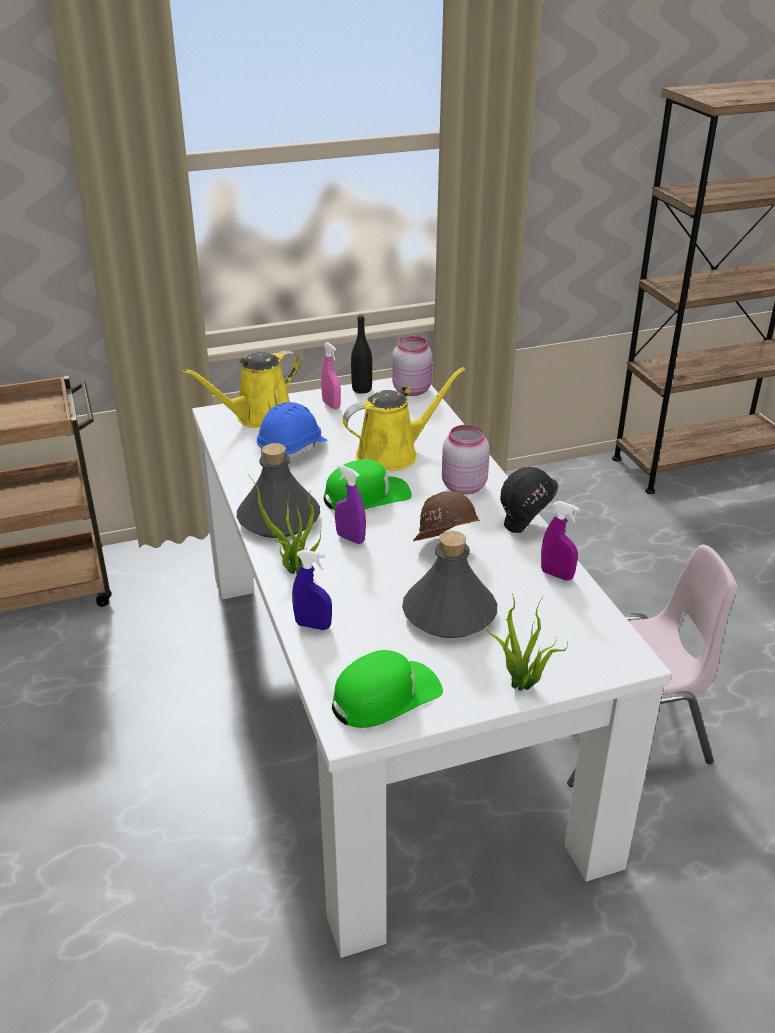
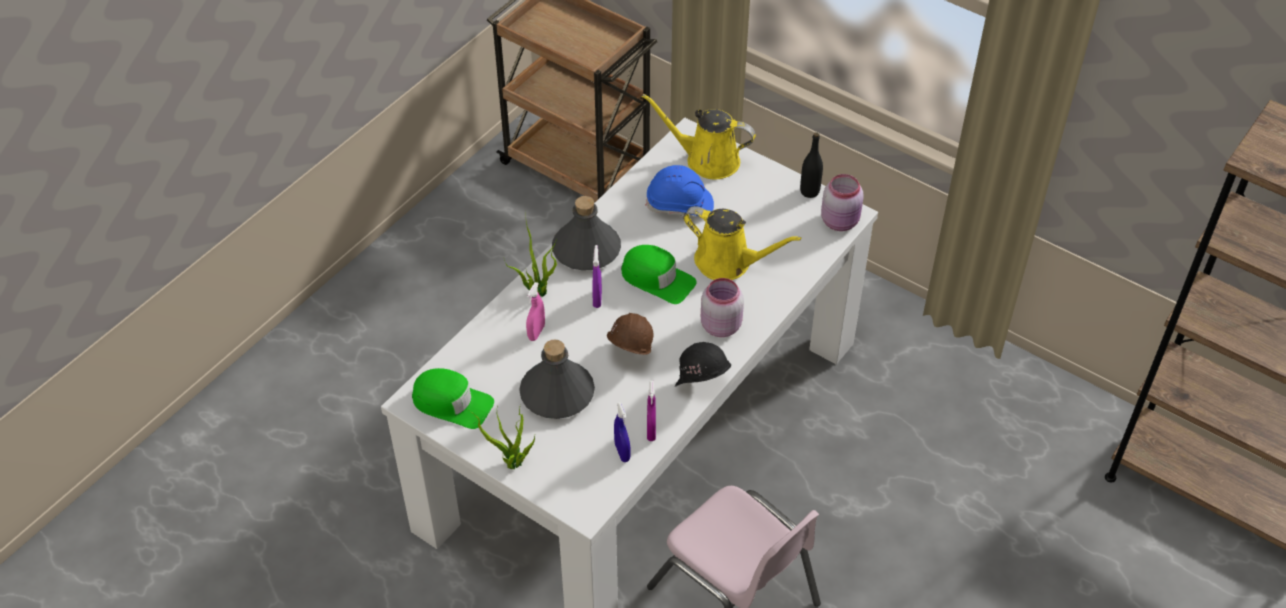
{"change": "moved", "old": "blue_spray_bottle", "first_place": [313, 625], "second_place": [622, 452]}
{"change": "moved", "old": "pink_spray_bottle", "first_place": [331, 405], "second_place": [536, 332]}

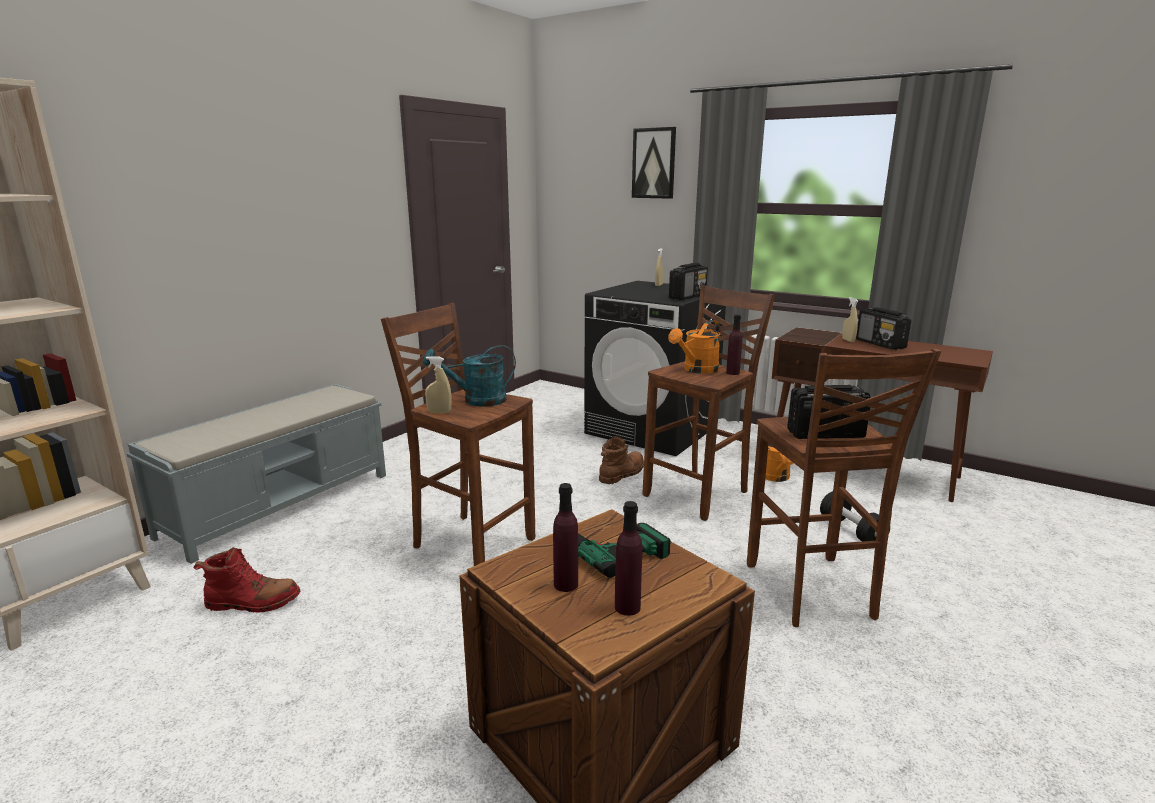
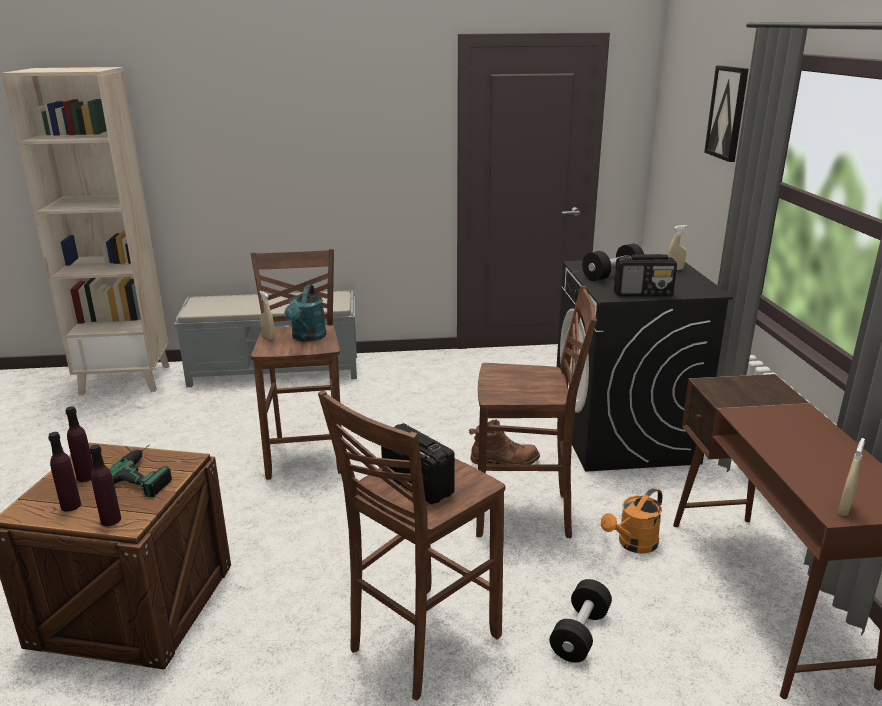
{"change": "removed", "old": "red_boot", "first_place": [253, 602]}
{"change": "removed", "old": "orange_watering_can", "first_place": [697, 370]}
{"change": "removed", "old": "radio", "first_place": [880, 344]}
{"change": "added", "new": "black_dumbbell", "second_place": [612, 275]}
{"change": "moved", "old": "purple_bottle", "first_place": [732, 373], "second_place": [111, 520]}
{"change": "moved", "old": "beige_spray_bottle", "first_place": [848, 340], "second_place": [844, 509]}
{"change": "turned", "old": "turquoise_watering_can", "first_place": [477, 401], "second_place": [307, 337], "degrees": -120}

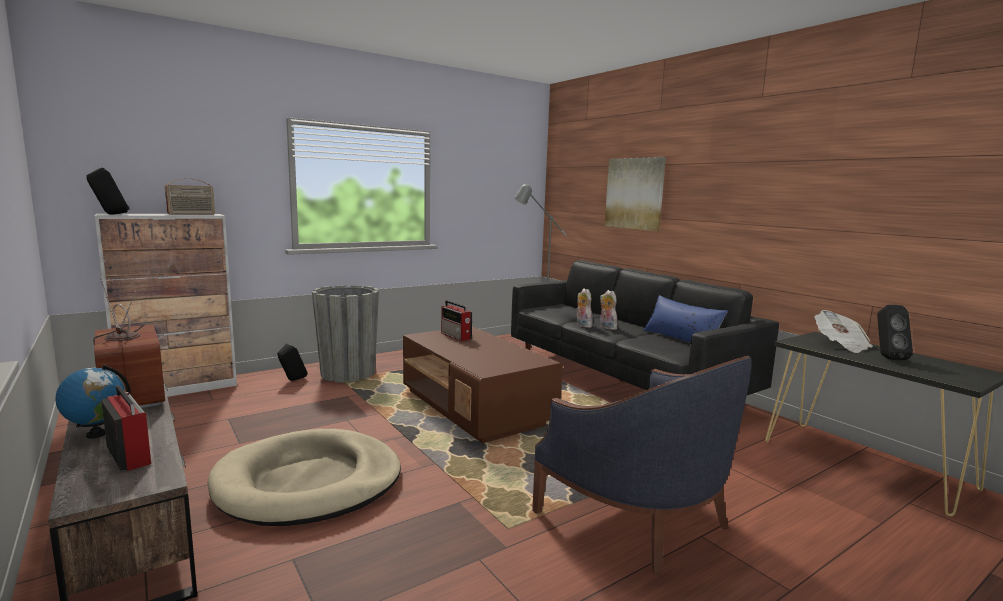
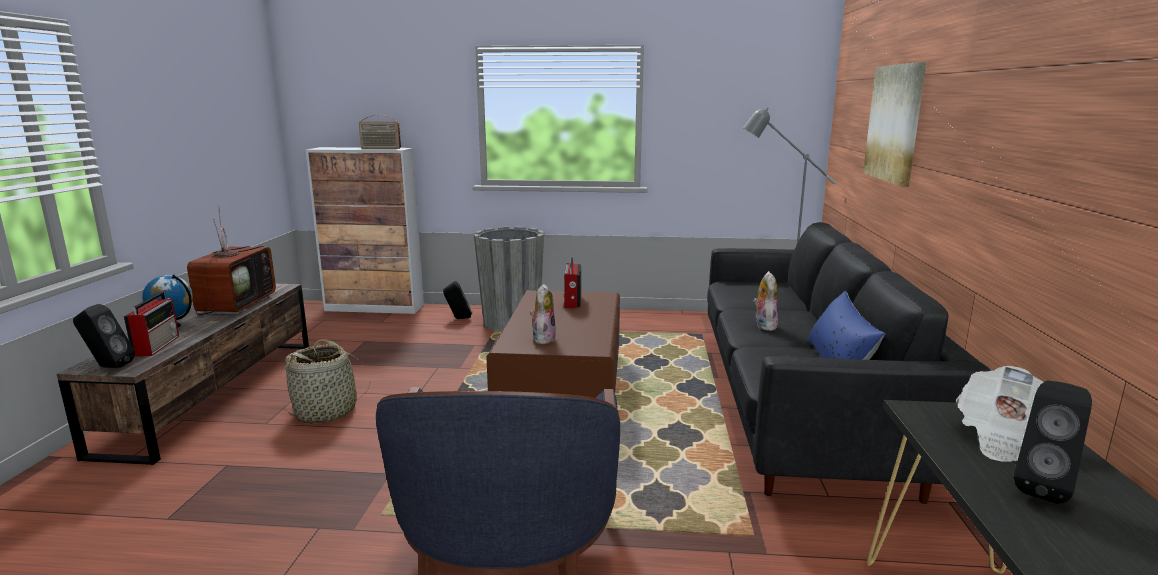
{"change": "moved", "old": "black_speaker", "first_place": [110, 214], "second_place": [108, 367]}
{"change": "moved", "old": "plush_toy", "first_place": [582, 325], "second_place": [543, 338]}
{"change": "replaced", "old": "beige_dog_bed", "new": "basket", "first_place": [309, 482], "second_place": [326, 412]}

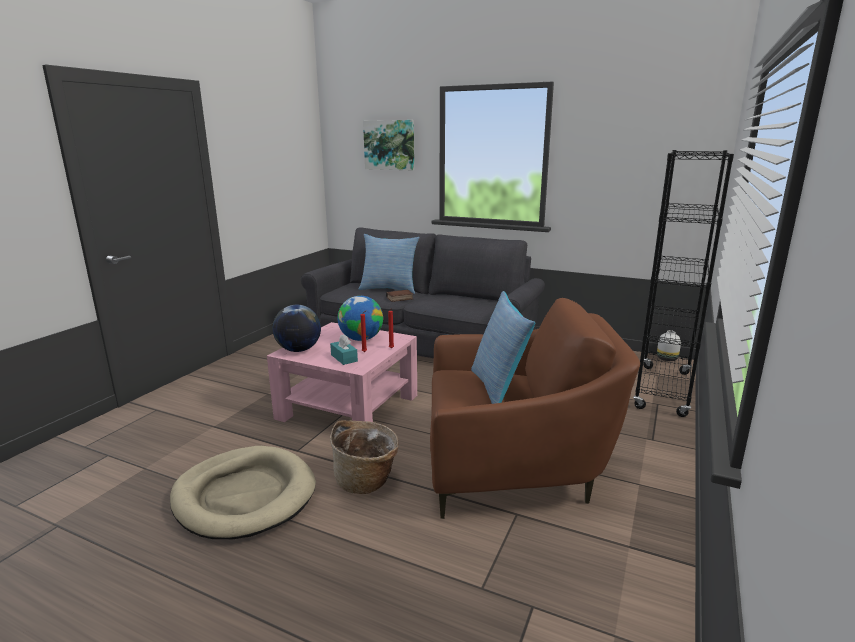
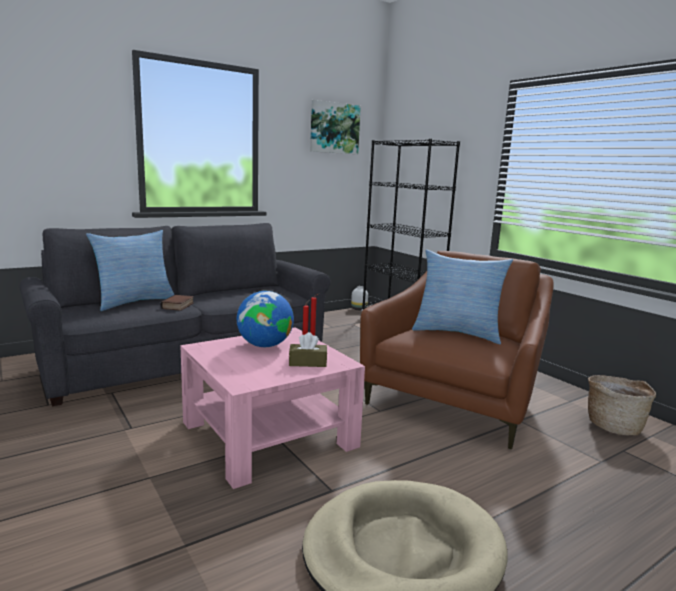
{"change": "removed", "old": "globe", "first_place": [298, 350]}
{"change": "moved", "old": "basket", "first_place": [366, 481], "second_place": [614, 426]}
{"change": "moved", "old": "picture", "first_place": [389, 145], "second_place": [334, 128]}
{"change": "recoloured", "old": "turquoise_tissue_box", "new": "brown_tissue_box", "first_place": [344, 358], "second_place": [307, 363]}

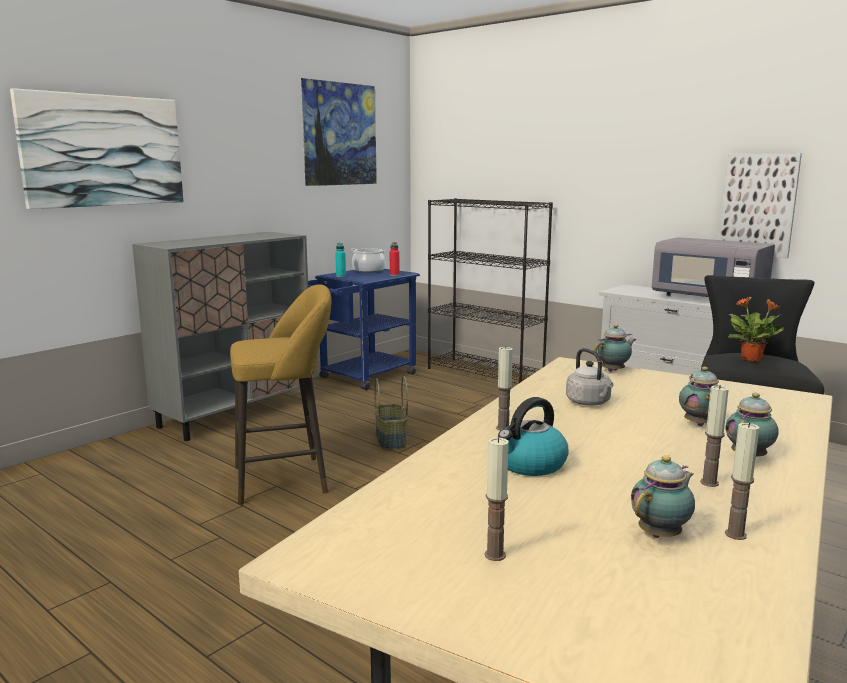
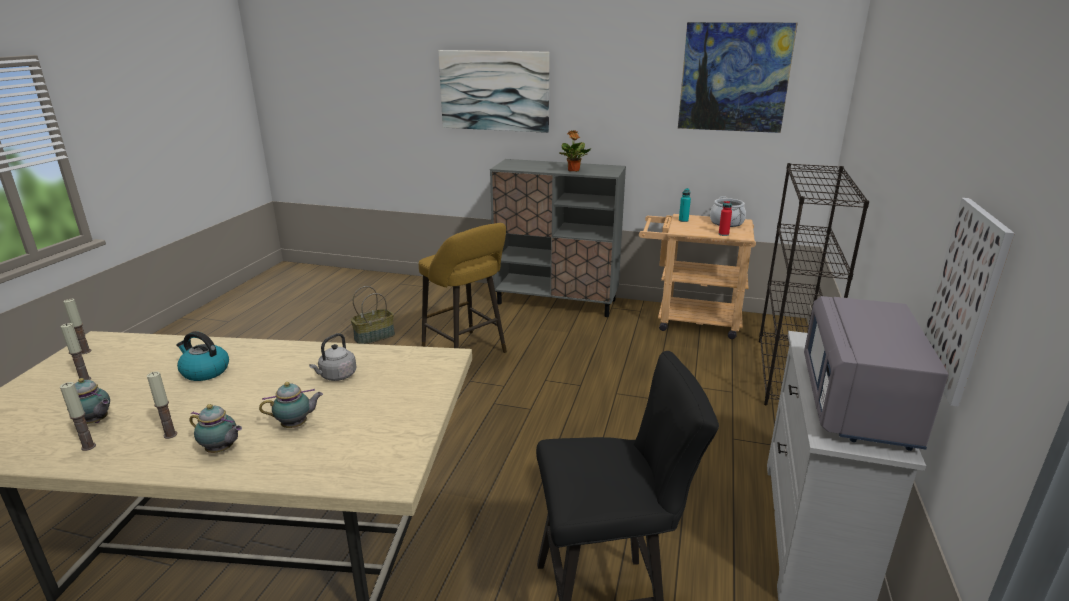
{"change": "removed", "old": "teapot", "first_place": [614, 370]}
{"change": "moved", "old": "basket", "first_place": [390, 439], "second_place": [374, 336]}
{"change": "moved", "old": "candle", "first_place": [503, 428], "second_place": [85, 351]}
{"change": "moved", "old": "potted_plant", "first_place": [752, 359], "second_place": [573, 170]}
{"change": "recoloured", "old": "blue_cart", "new": "beige_cart", "first_place": [362, 377], "second_place": [689, 320]}

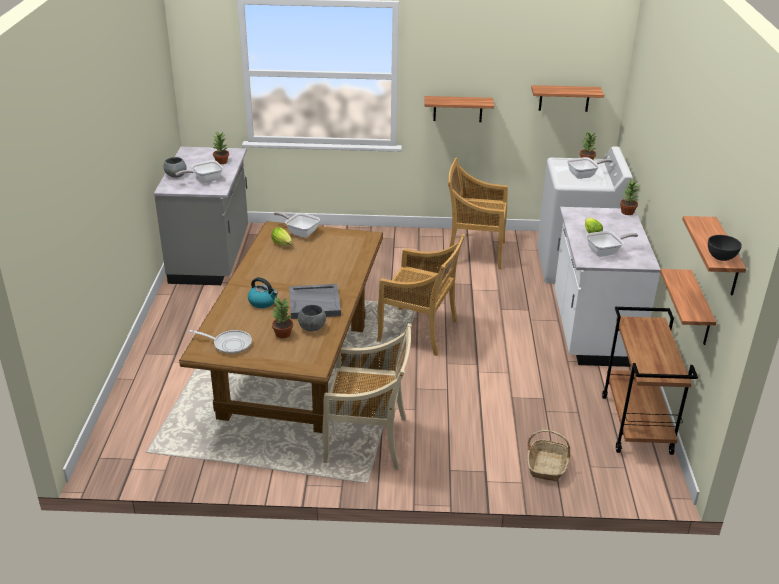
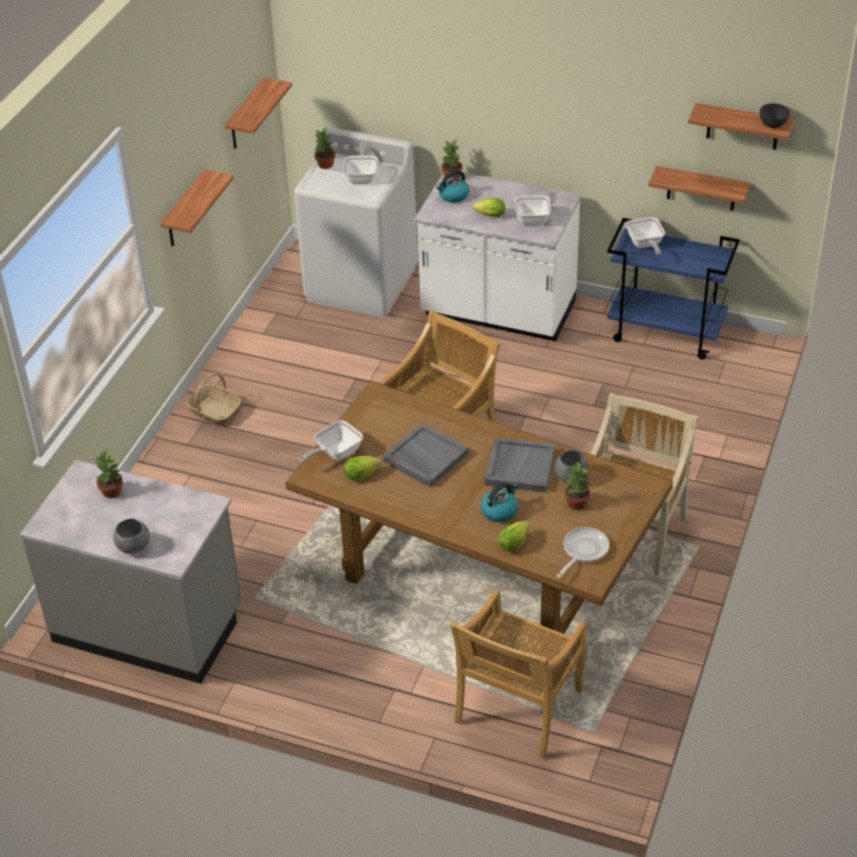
{"change": "added", "new": "grey_tray", "second_place": [425, 457]}
{"change": "added", "new": "kettle", "second_place": [453, 196]}
{"change": "added", "new": "lettuce", "second_place": [515, 542]}
{"change": "moved", "old": "frying_pan", "first_place": [205, 179], "second_place": [645, 245]}
{"change": "moved", "old": "beige_chair", "first_place": [474, 252], "second_place": [518, 709]}
{"change": "moved", "old": "basket", "first_place": [547, 465], "second_place": [214, 411]}
{"change": "recoloured", "old": "brown_cart", "new": "blue_cart", "first_place": [637, 425], "second_place": [667, 333]}

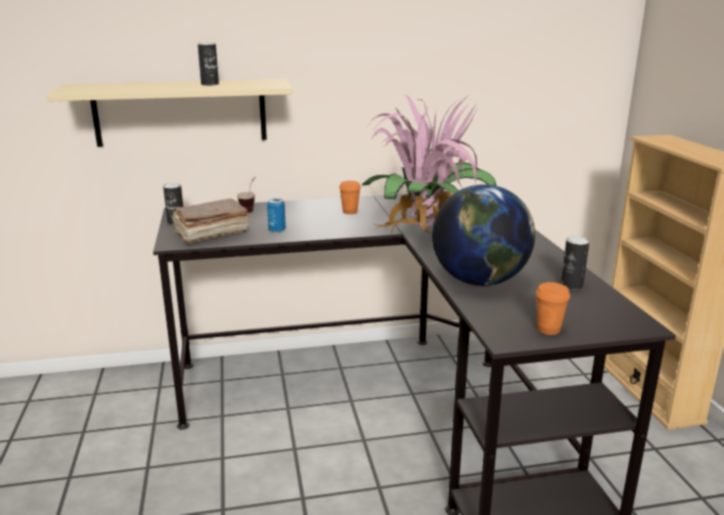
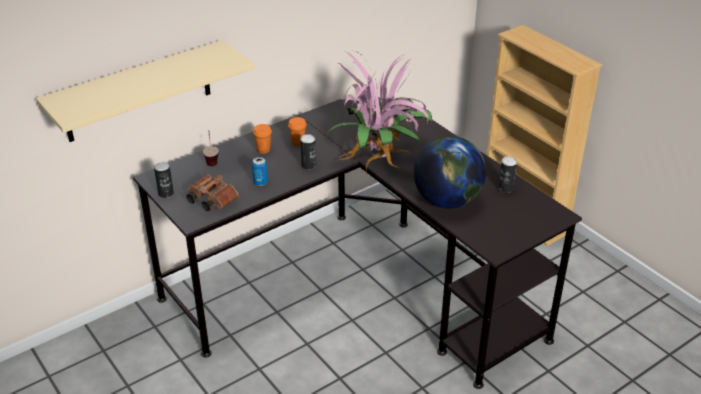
{"change": "moved", "old": "can", "first_place": [210, 84], "second_place": [308, 166]}
{"change": "moved", "old": "orange_cup", "first_place": [548, 329], "second_place": [263, 150]}
{"change": "replaced", "old": "brown_book", "new": "brown_binoculars", "first_place": [210, 233], "second_place": [210, 200]}

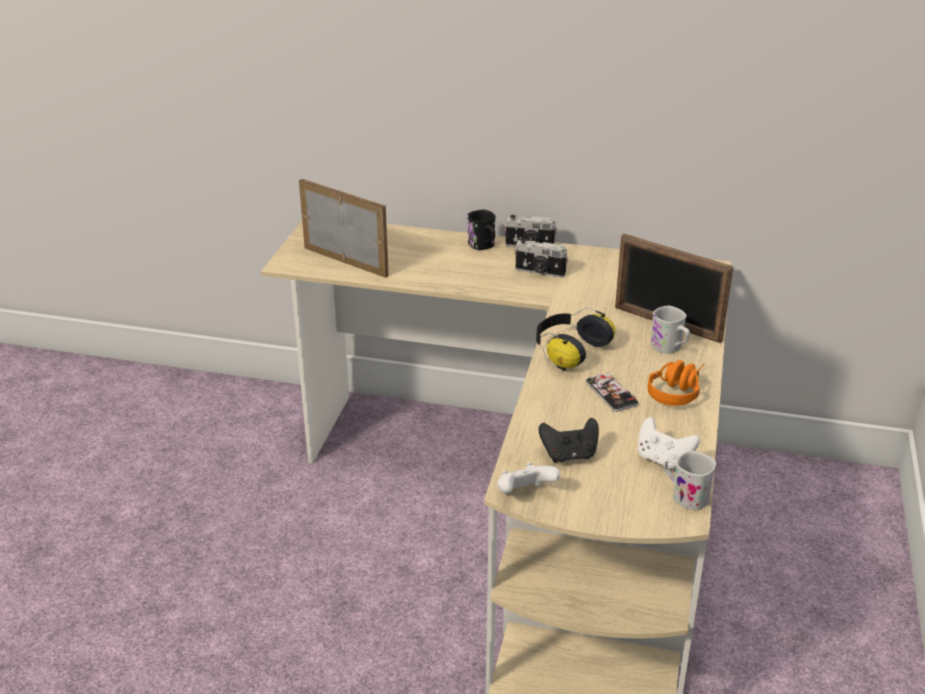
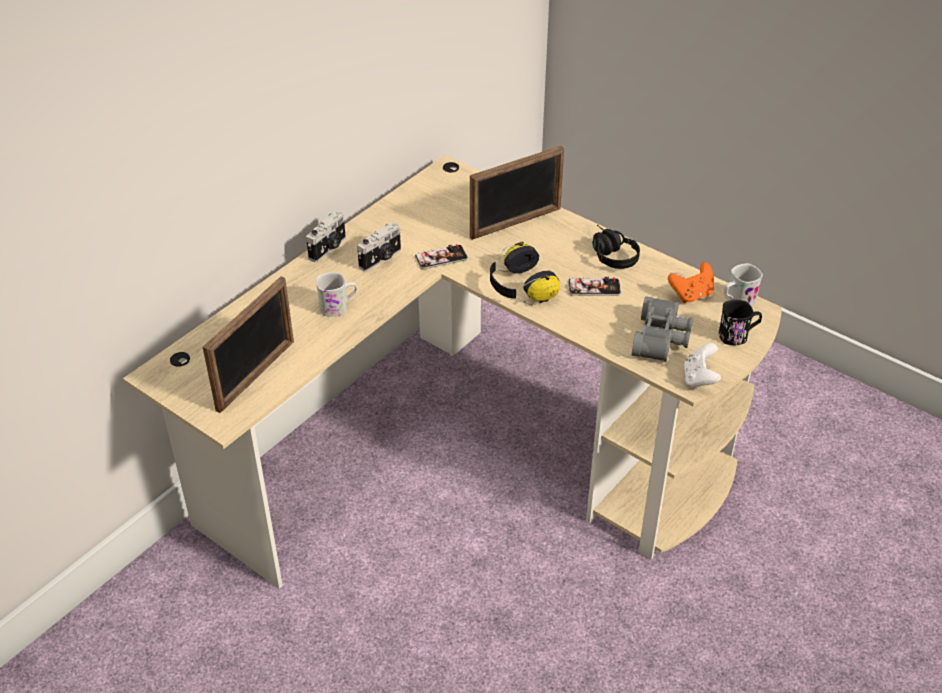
{"change": "added", "new": "phone", "second_place": [441, 258]}
{"change": "moved", "old": "black_mug", "first_place": [483, 246], "second_place": [738, 336]}
{"change": "moved", "old": "white_mug", "first_place": [670, 348], "second_place": [338, 307]}
{"change": "replaced", "old": "black_game_controller", "new": "grey_binoculars", "first_place": [569, 455], "second_place": [662, 339]}
{"change": "recoloured", "old": "white_game_controller", "new": "orange_game_controller", "first_place": [663, 459], "second_place": [691, 295]}
{"change": "recoloured", "old": "orange_headphones", "new": "black_headphones", "first_place": [677, 390], "second_place": [609, 254]}
{"change": "turned", "old": "picture_frame", "first_place": [346, 261], "second_place": [256, 375], "degrees": 150}

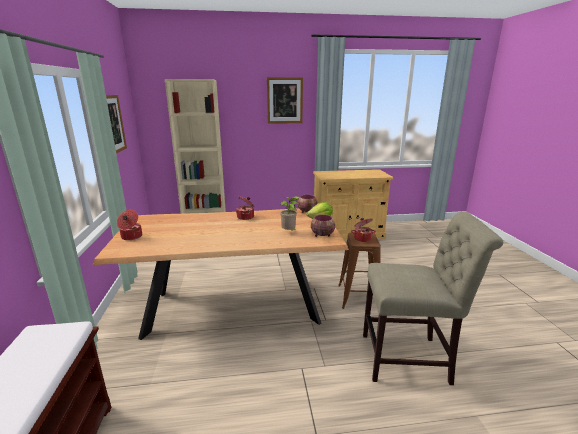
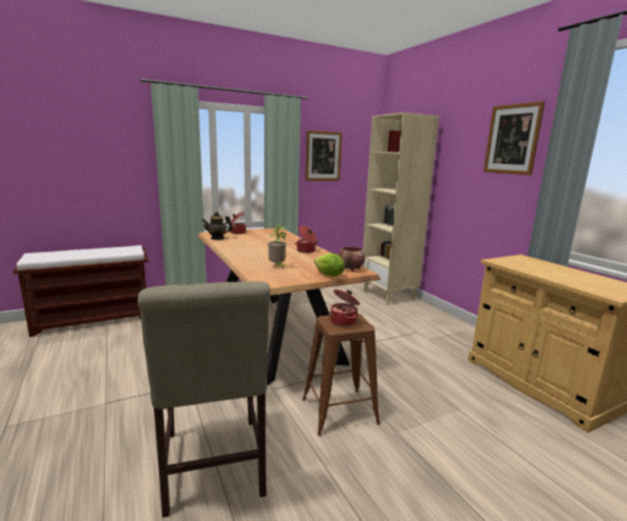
{"change": "removed", "old": "bowl", "first_place": [322, 235]}
{"change": "added", "new": "teapot", "second_place": [217, 238]}

